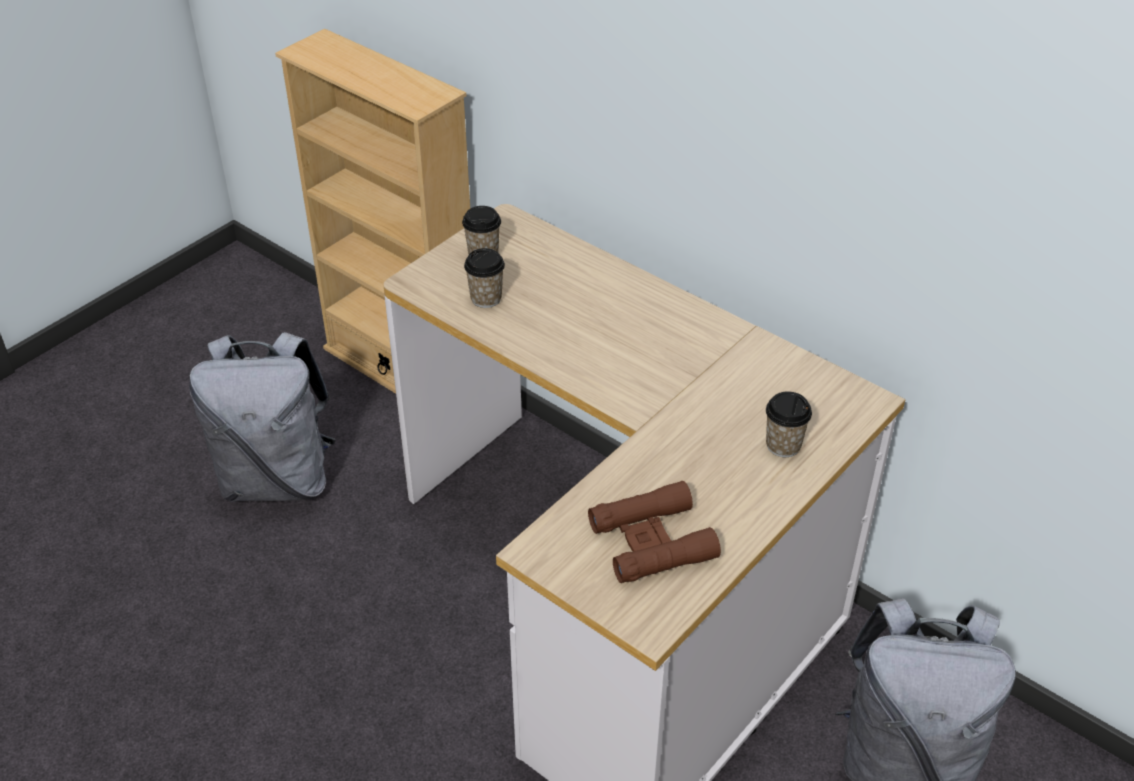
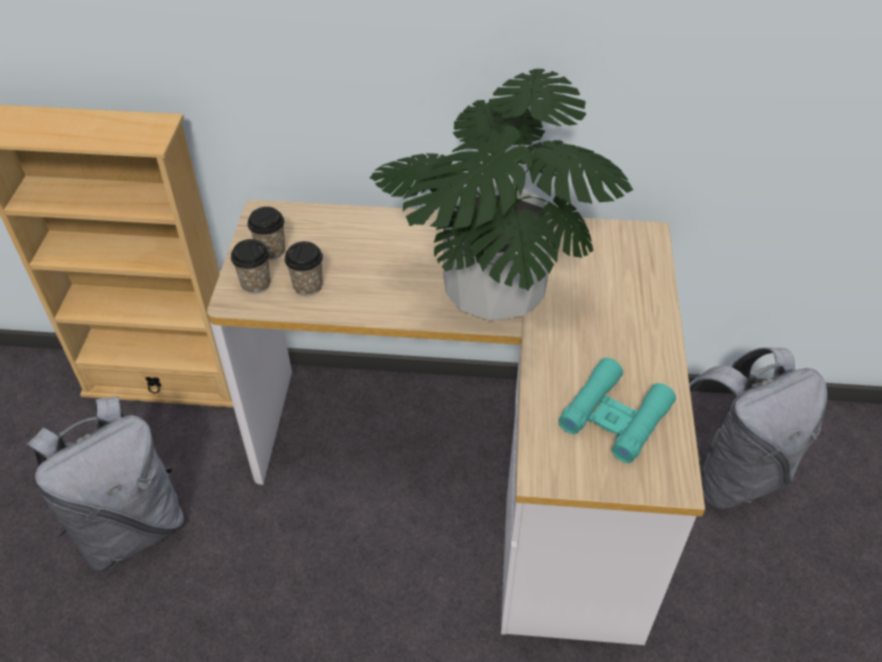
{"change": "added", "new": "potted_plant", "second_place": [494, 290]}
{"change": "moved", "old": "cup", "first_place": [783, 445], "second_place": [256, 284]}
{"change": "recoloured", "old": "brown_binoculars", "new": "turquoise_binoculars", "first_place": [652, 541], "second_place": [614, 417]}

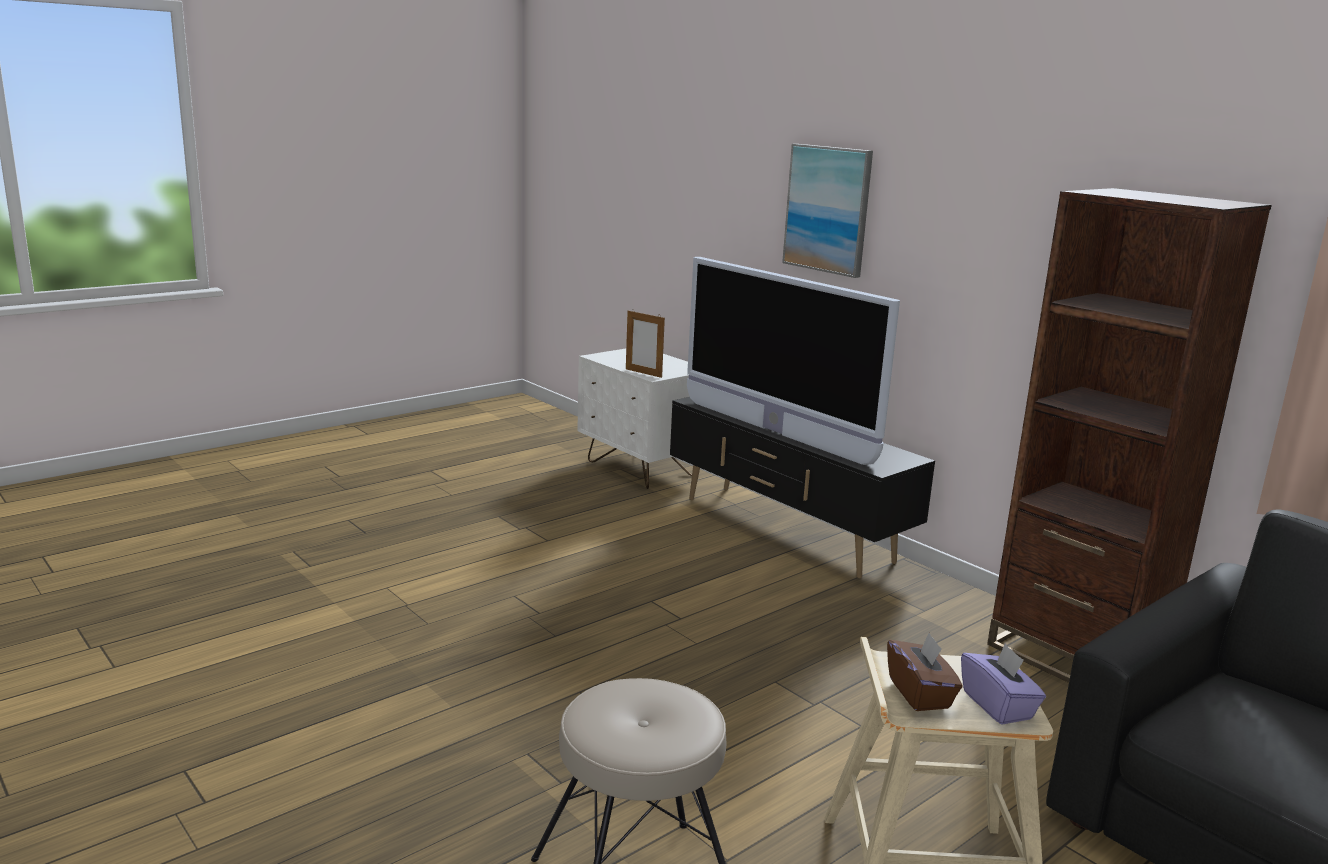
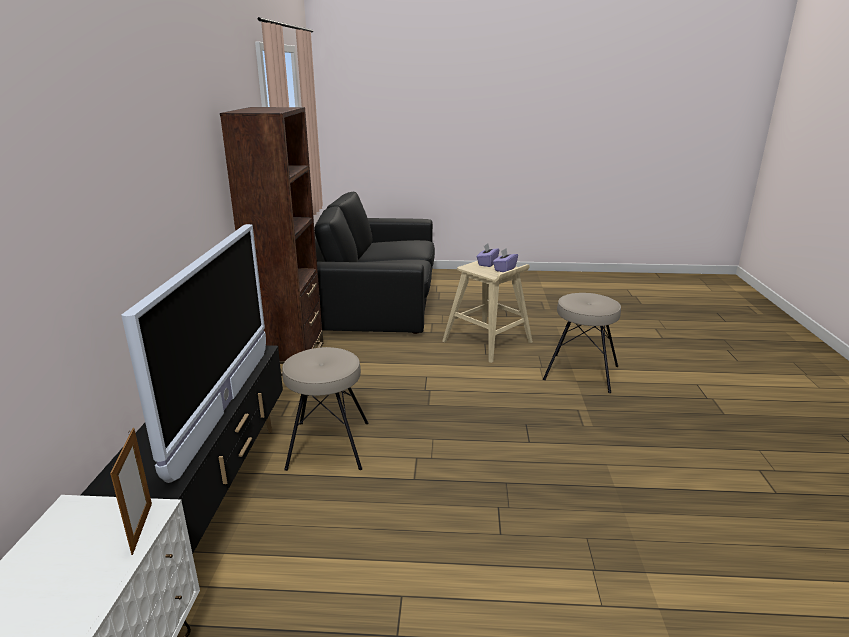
{"change": "removed", "old": "picture", "first_place": [828, 209]}
{"change": "added", "new": "beige_stool", "second_place": [327, 445]}
{"change": "recoloured", "old": "brown_tissue_box", "new": "purple_tissue_box", "first_place": [920, 693], "second_place": [504, 269]}

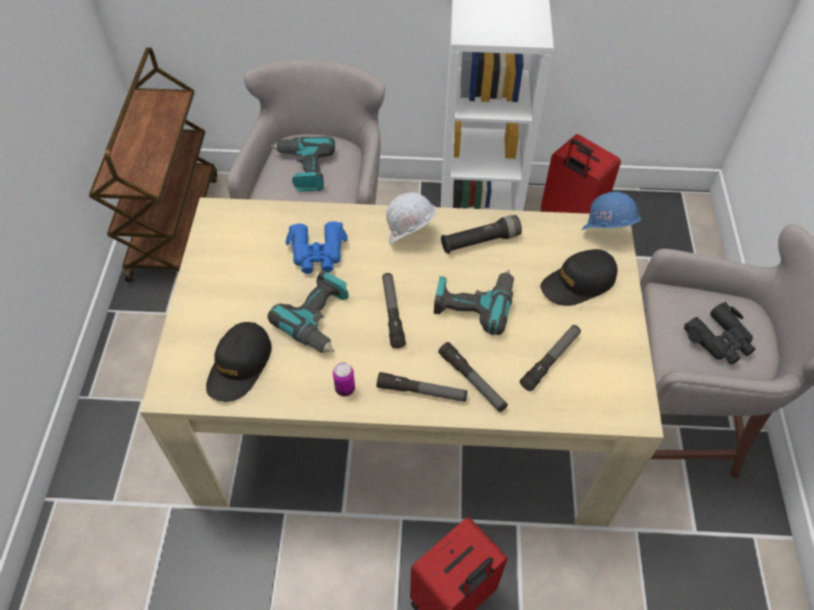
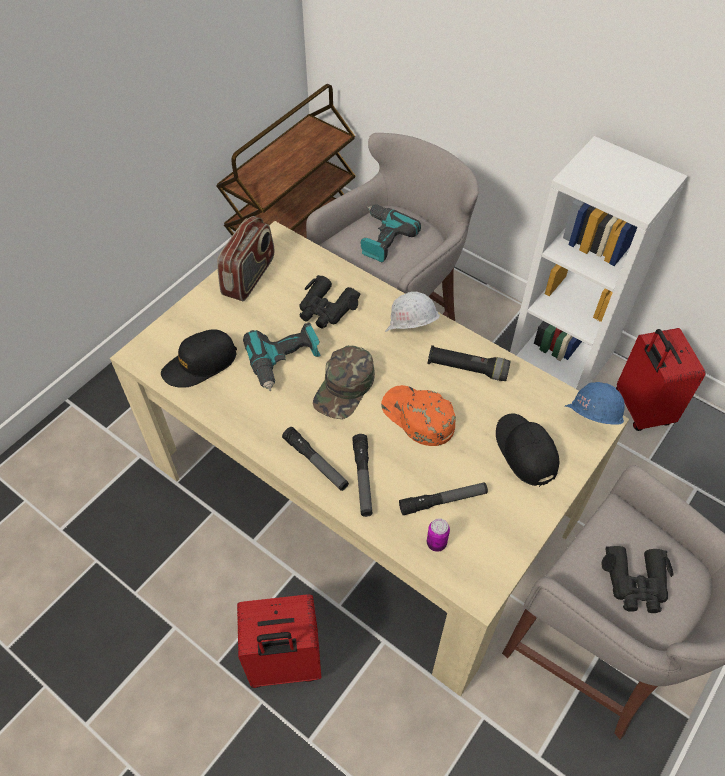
{"change": "added", "new": "radio", "second_place": [249, 277]}
{"change": "moved", "old": "can", "first_place": [345, 389], "second_place": [436, 543]}
{"change": "replaced", "old": "flashlight", "new": "green_cap", "first_place": [392, 313], "second_place": [345, 388]}
{"change": "replaced", "old": "power_drill", "new": "orange_cap", "first_place": [473, 303], "second_place": [417, 417]}
{"change": "recoloured", "old": "blue_binoculars", "new": "black_binoculars", "first_place": [317, 253], "second_place": [326, 309]}
{"change": "turned", "old": "black_cap", "first_place": [578, 283], "second_place": [525, 451], "degrees": 60}

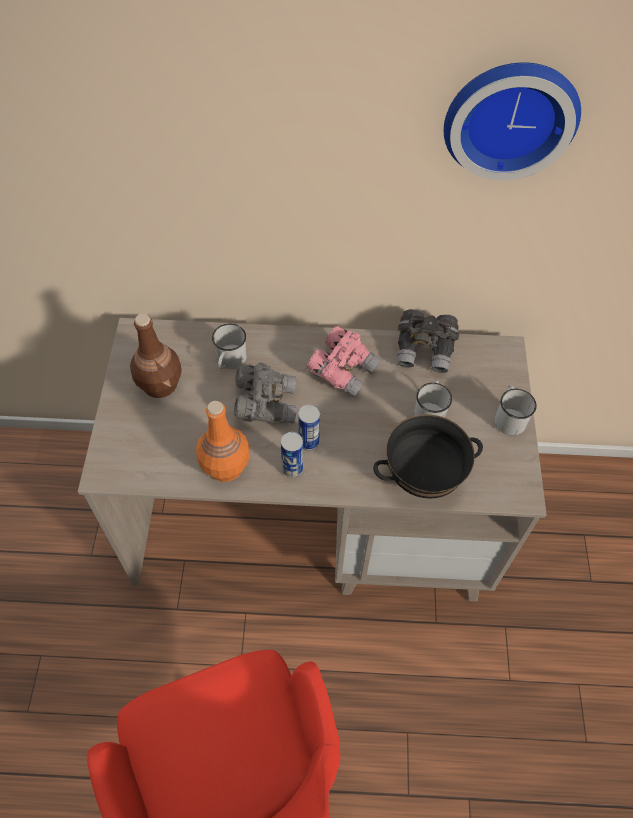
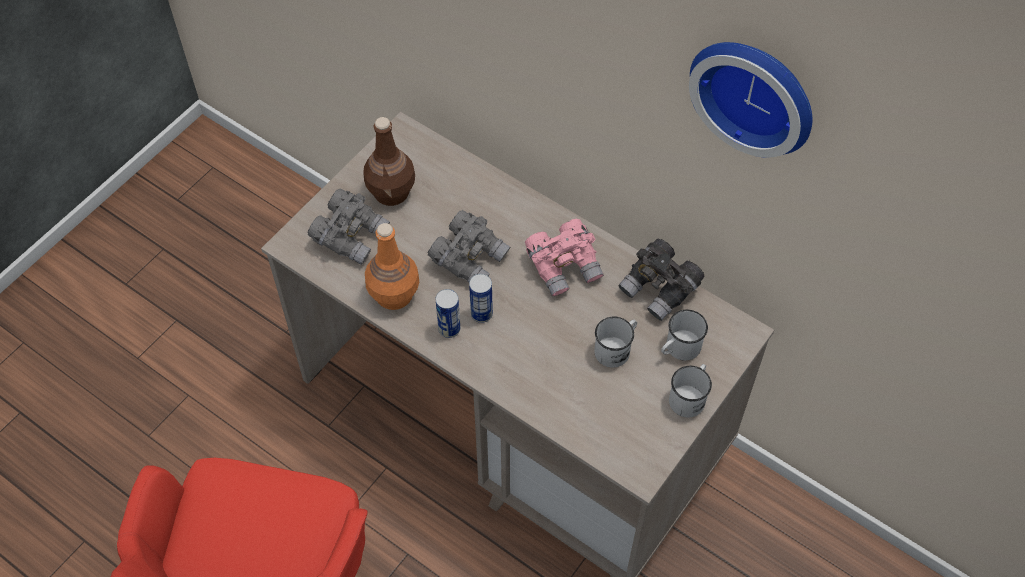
{"change": "removed", "old": "black_bowl", "first_place": [422, 478]}
{"change": "added", "new": "grey_binoculars", "second_place": [351, 236]}
{"change": "moved", "old": "white_mug", "first_place": [229, 361], "second_place": [679, 349]}

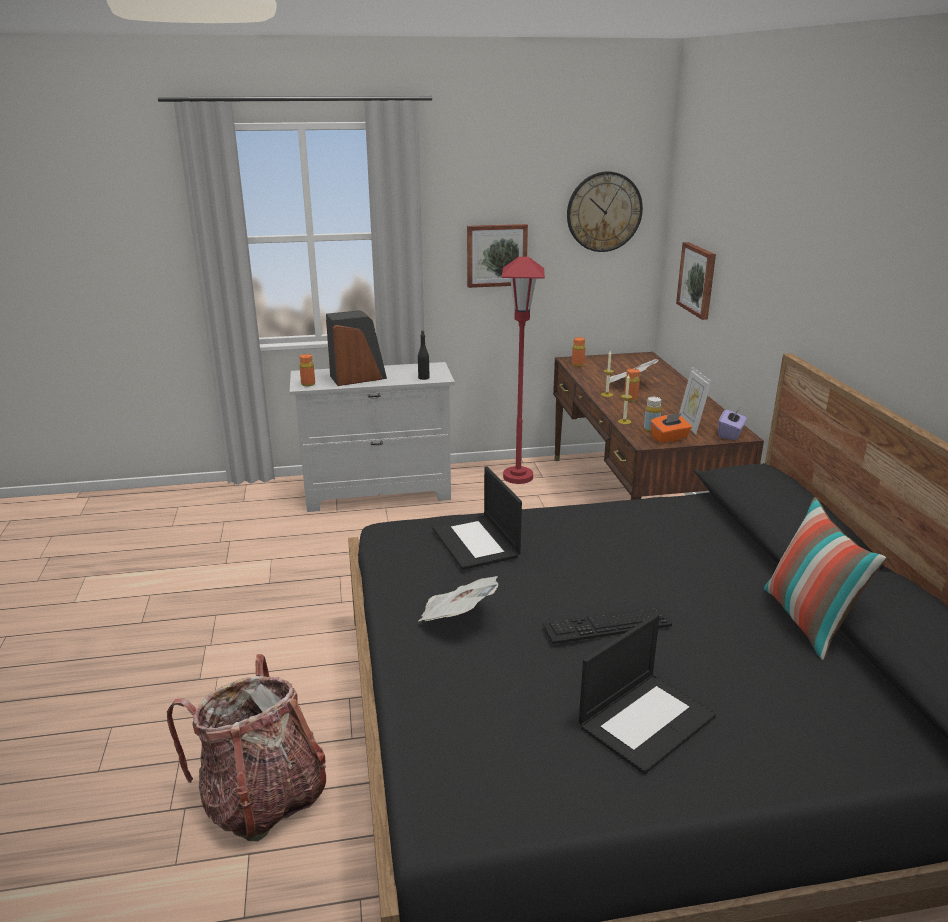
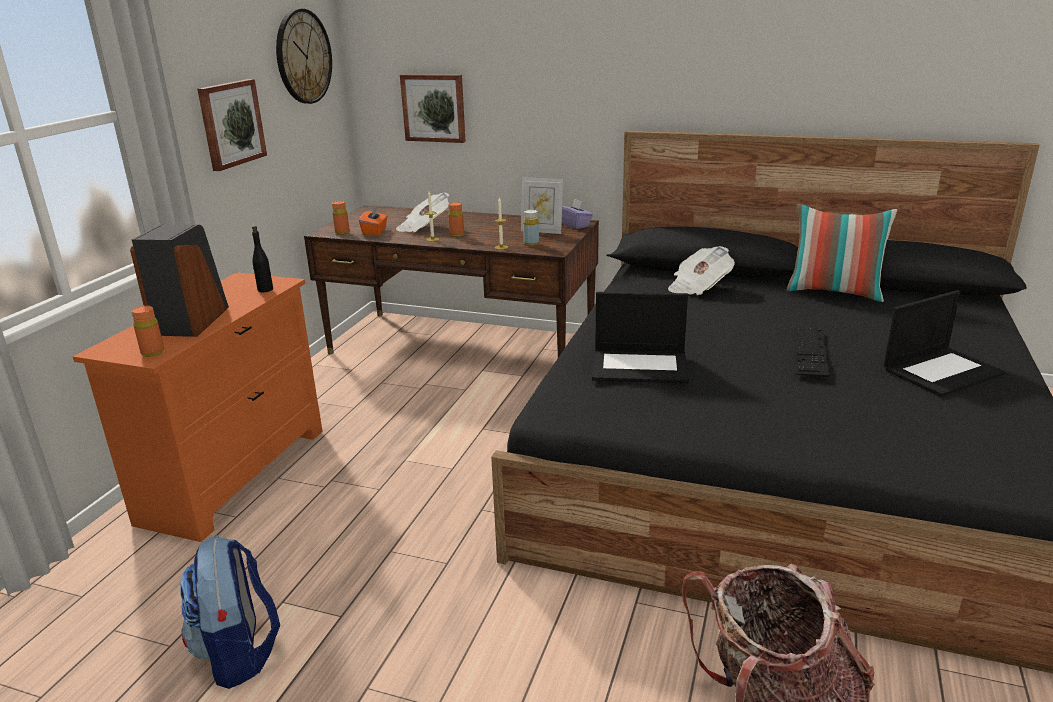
{"change": "removed", "old": "red_floor_lamp", "first_place": [518, 477]}
{"change": "added", "new": "backpack", "second_place": [239, 653]}
{"change": "moved", "old": "newspaper", "first_place": [457, 617], "second_place": [698, 287]}
{"change": "moved", "old": "orange_tissue_box", "first_place": [669, 439], "second_place": [375, 232]}
{"change": "recoloured", "old": "white_dresser", "new": "orange_dresser", "first_place": [378, 493], "second_place": [236, 474]}
{"change": "turned", "old": "laptop", "first_place": [646, 720], "second_place": [942, 371], "degrees": 75}

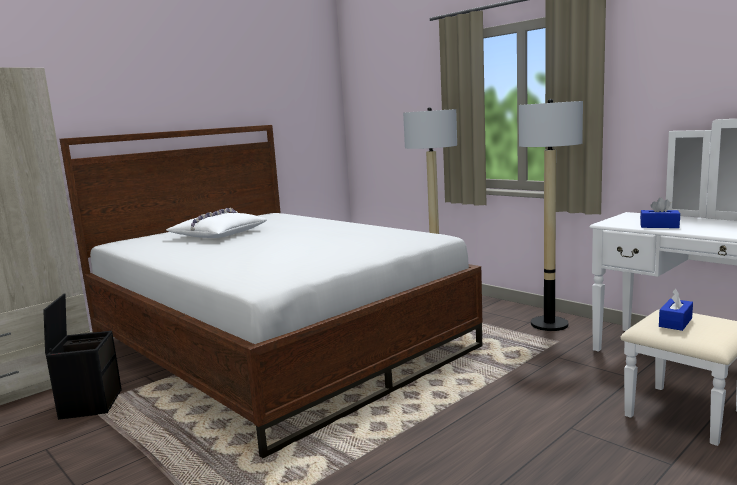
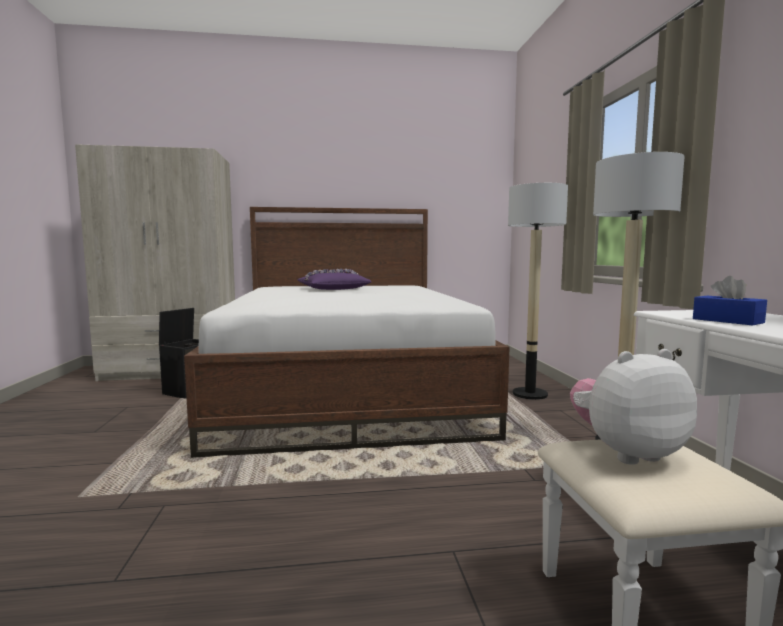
{"change": "replaced", "old": "blue_tissue_box", "new": "plush_toy", "first_place": [675, 322], "second_place": [626, 453]}
{"change": "recoloured", "old": "white_pillow", "new": "purple_pillow", "first_place": [218, 234], "second_place": [333, 289]}

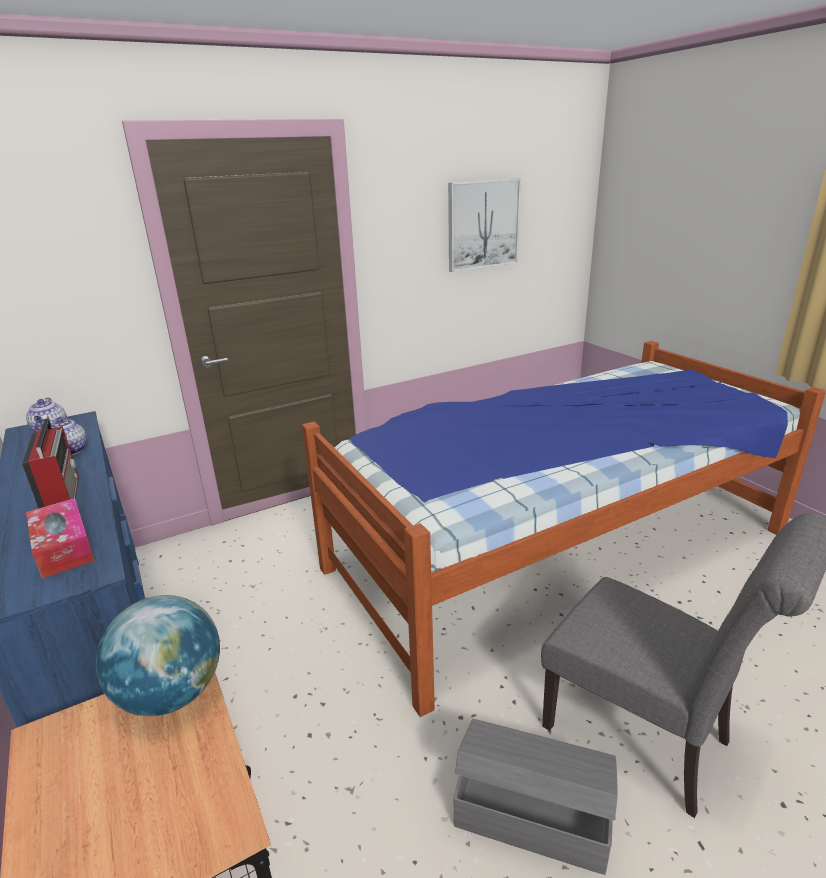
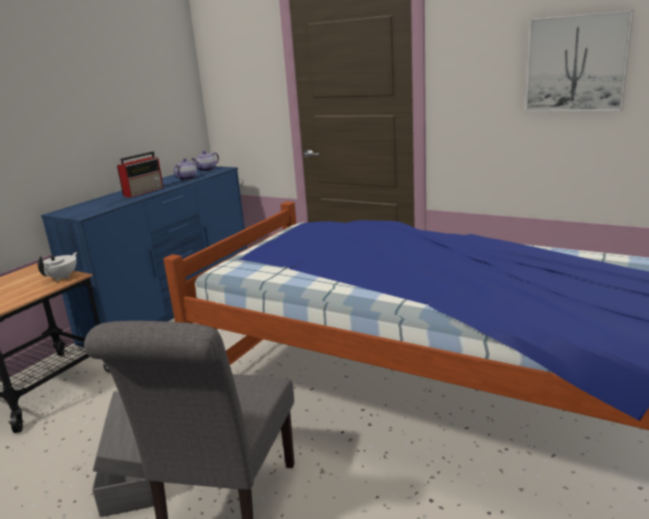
{"change": "removed", "old": "tissue_box", "first_place": [63, 548]}
{"change": "replaced", "old": "globe", "new": "white_teapot", "first_place": [172, 693], "second_place": [62, 277]}

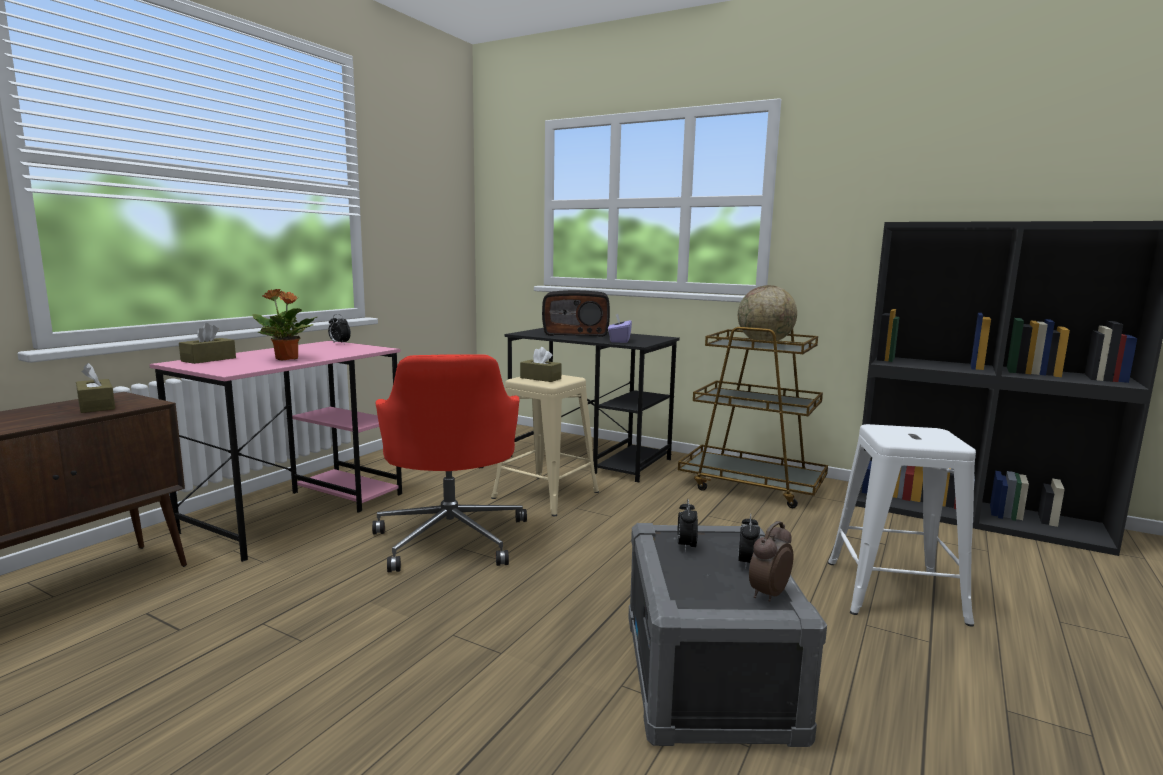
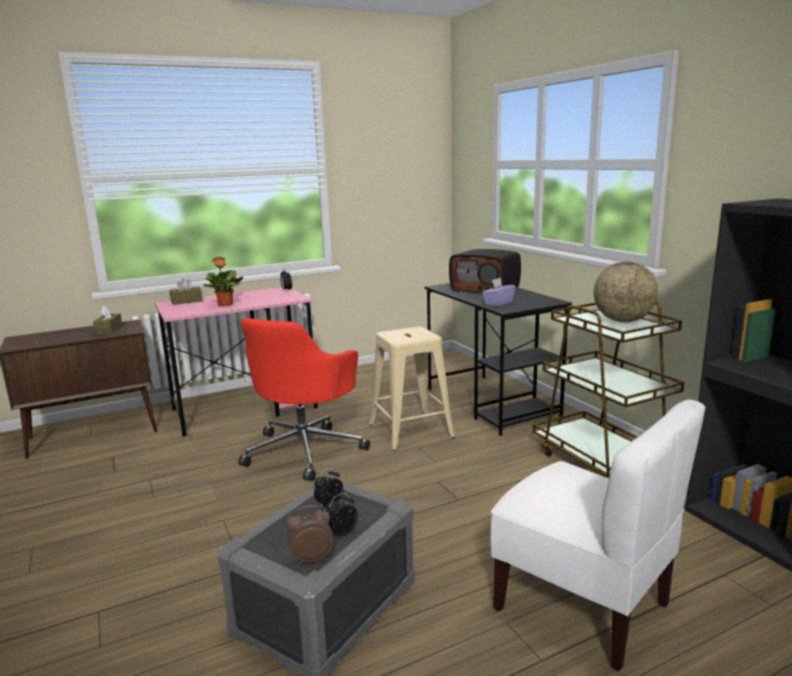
{"change": "removed", "old": "brown_tissue_box", "first_place": [540, 378]}
{"change": "replaced", "old": "white_stool", "new": "white_chair", "first_place": [894, 591], "second_place": [583, 605]}

